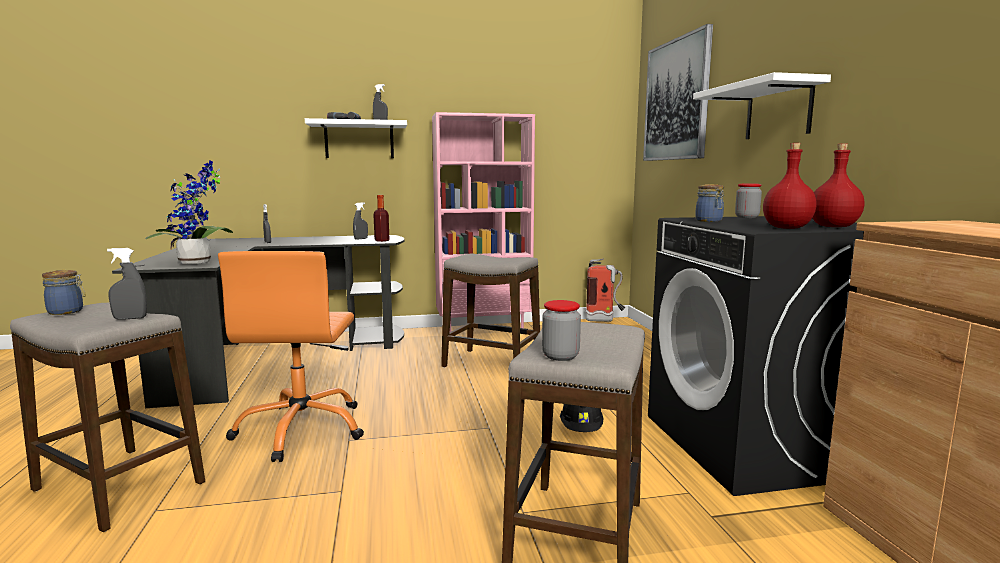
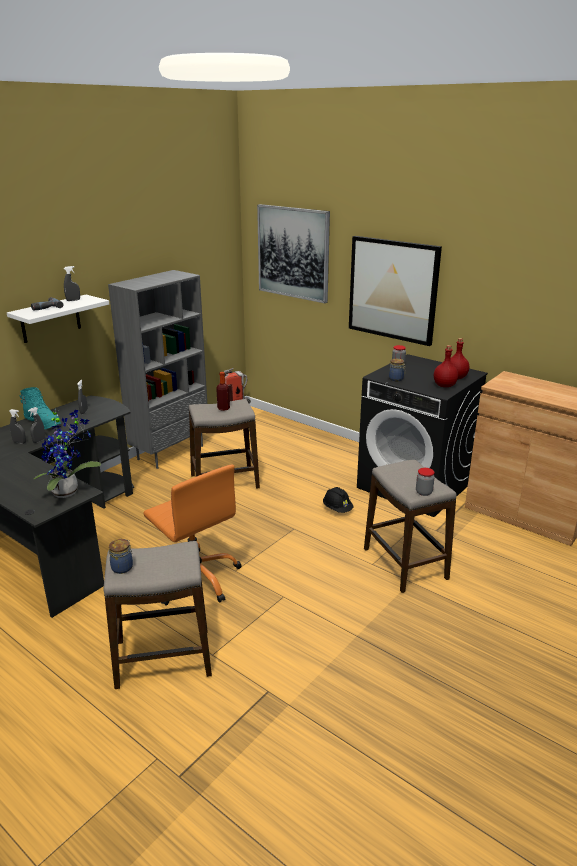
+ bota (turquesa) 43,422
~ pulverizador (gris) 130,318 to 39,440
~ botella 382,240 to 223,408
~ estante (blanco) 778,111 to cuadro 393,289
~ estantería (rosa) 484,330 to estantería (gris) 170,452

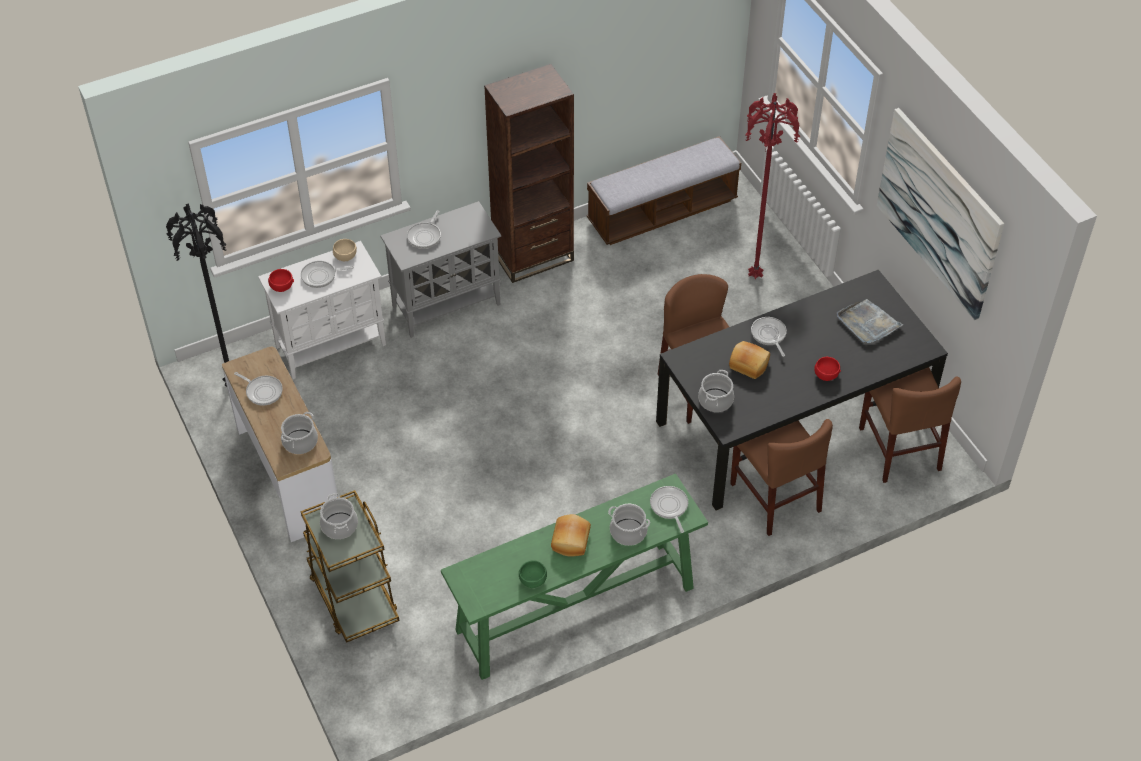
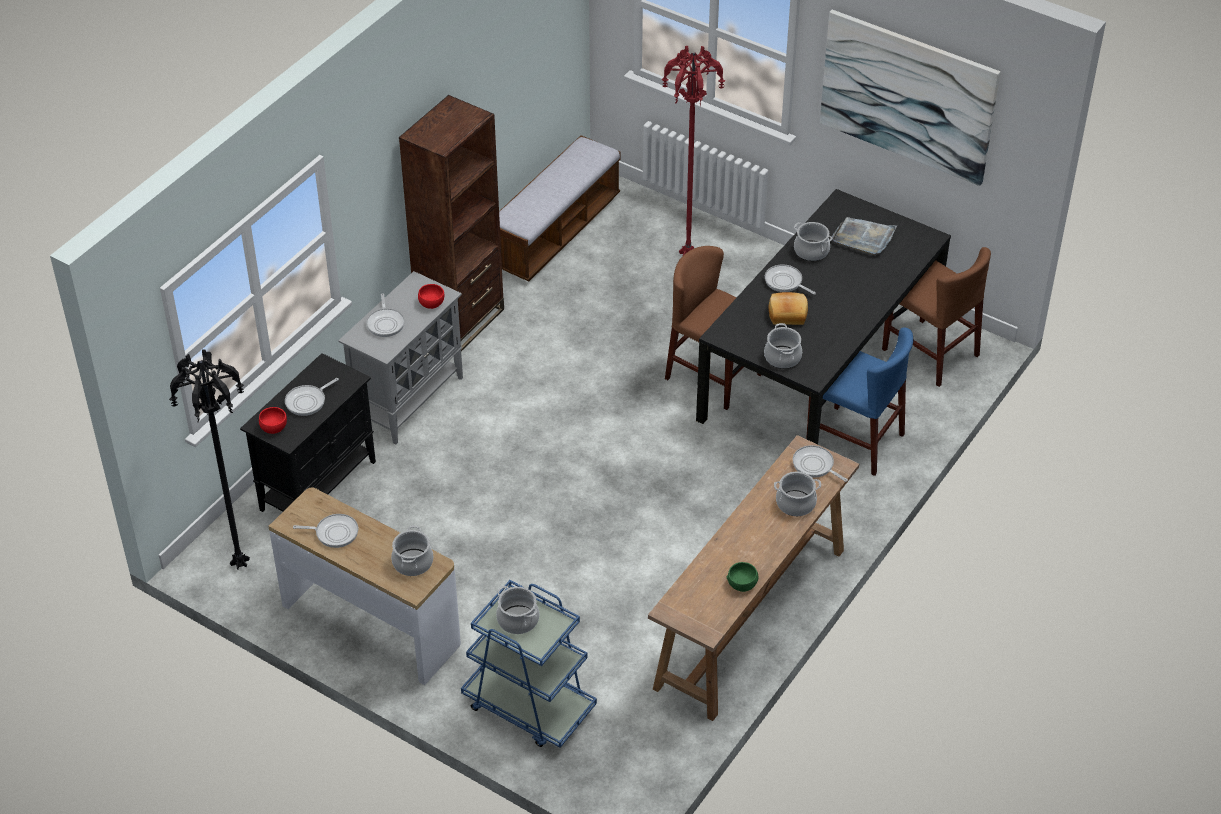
- cuenco (beis) 345,256
- pan 571,541
+ olla 811,251
~ cuenco (rojo) 826,374 to 431,303
~ armario (blanco) 331,345 to armario (negro) 319,485
~ carrito (marrón) 353,597 to carrito (azul) 528,706
~ mesa consola (verde) 574,610 to mesa consola (marrón) 750,619
~ silla (marrón) 775,497 to silla (azul) 854,440

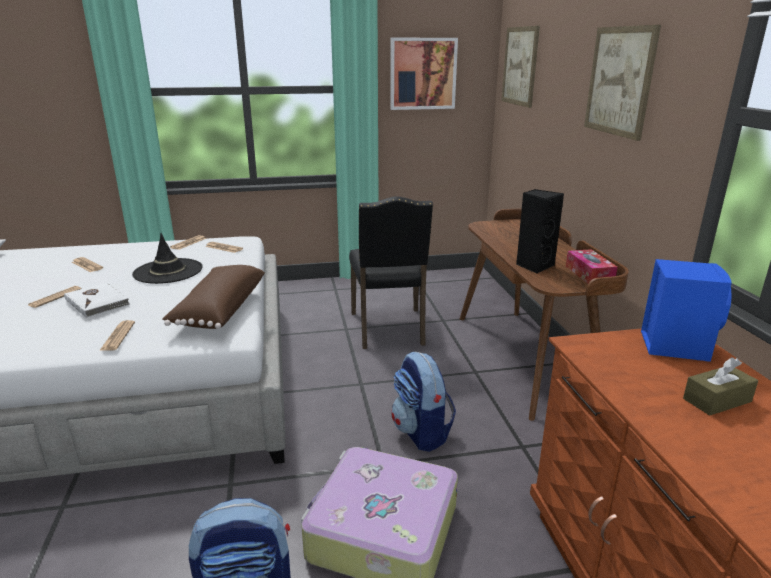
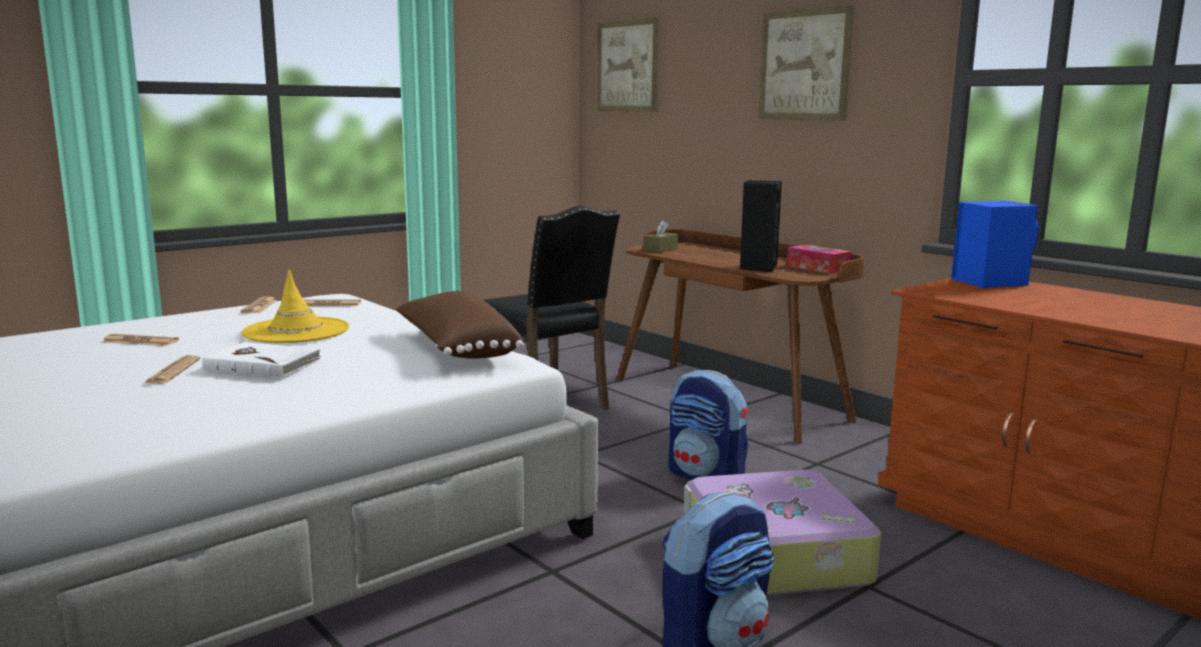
- periódico 118,336
- cuadro 423,74
~ caja de pañuelos (marrón) 717,400 to 660,250
~ sombrero (negro) 168,271 to sombrero (amarillo) 296,331

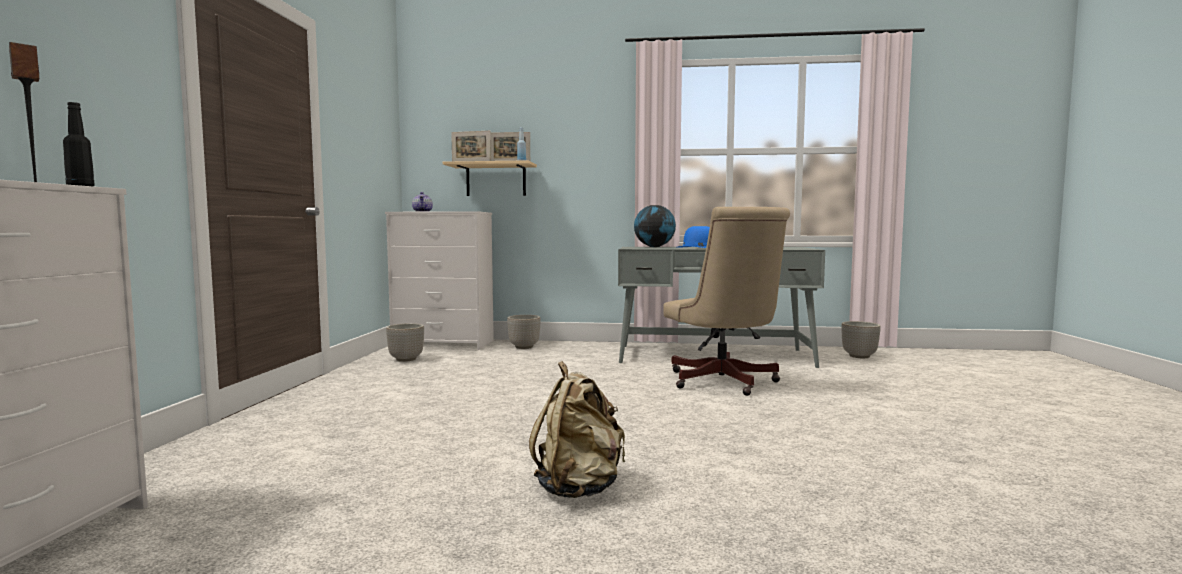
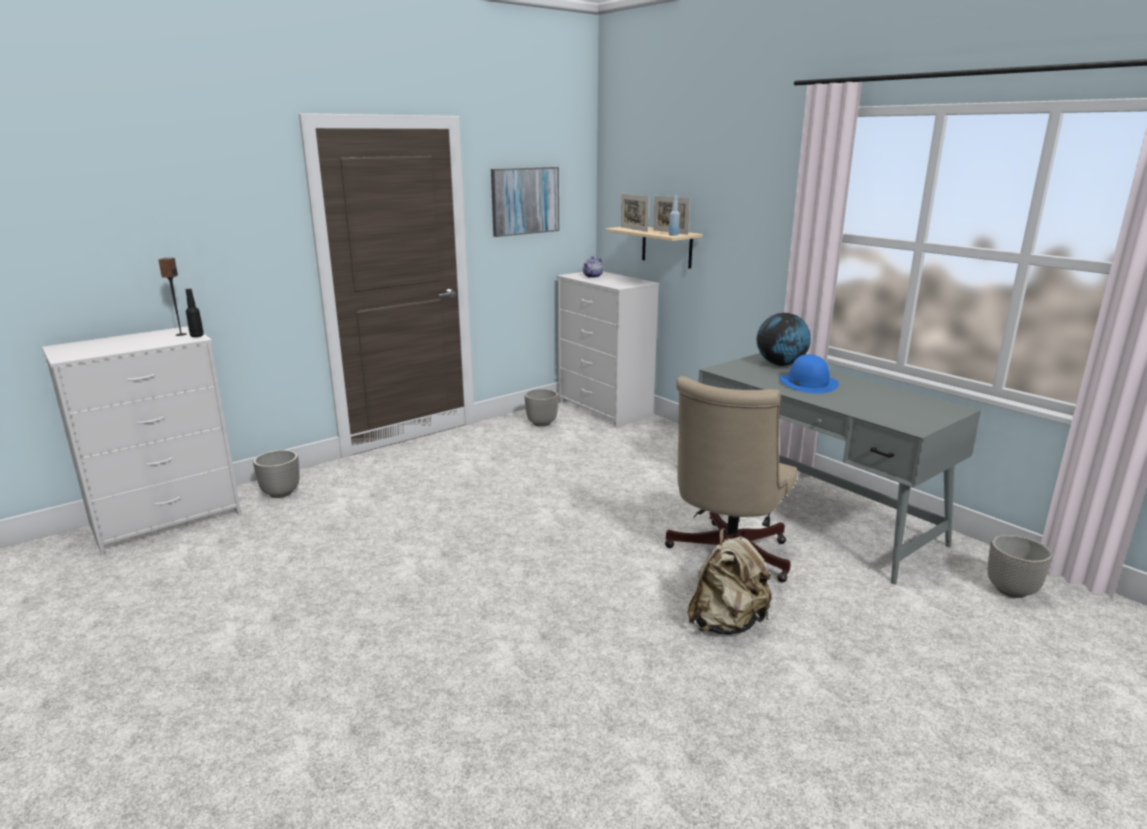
+ cuadro 525,201
~ maceta 524,347 to 281,493
~ mochila (beis) 579,488 to 726,623

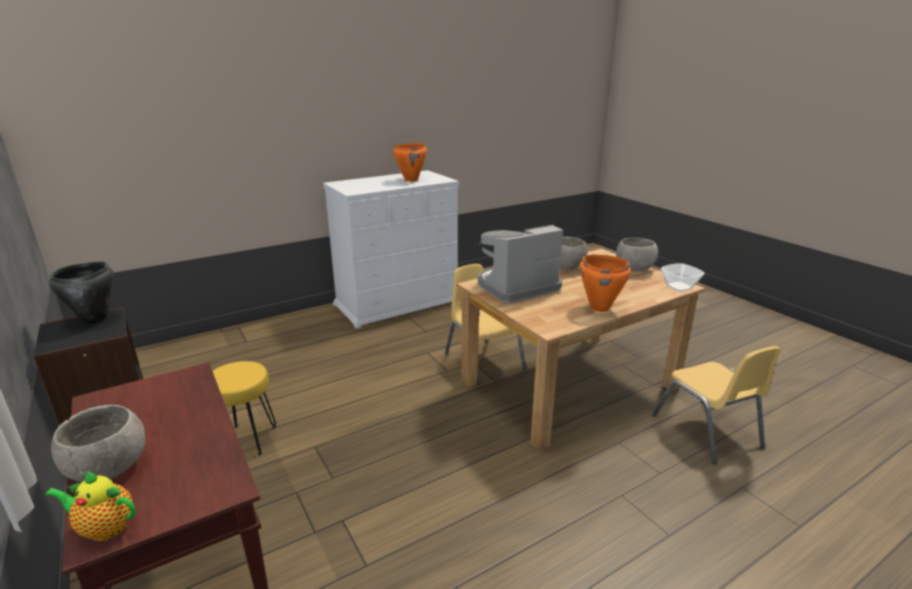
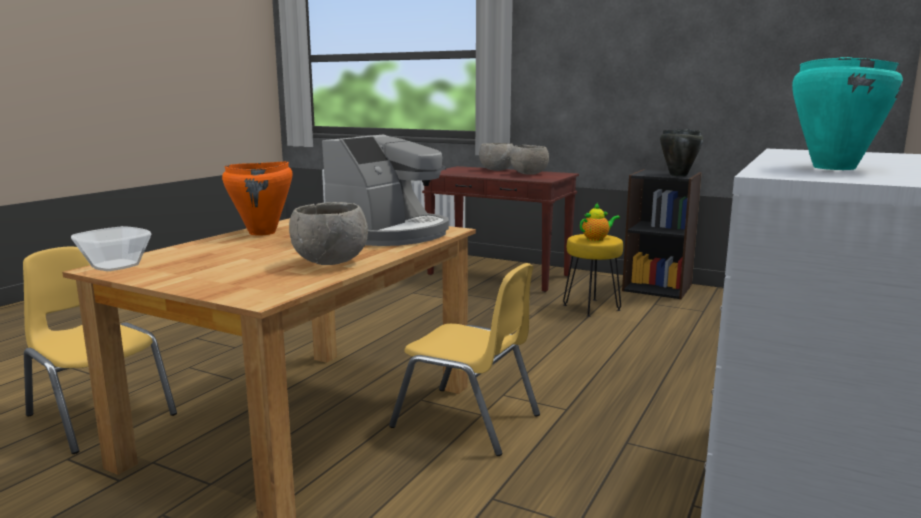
~ tetera 104,528 to 597,239
~ cuenco (gris) 634,269 to 529,174
~ olla (naranja) 411,180 to olla (turquesa) 833,168

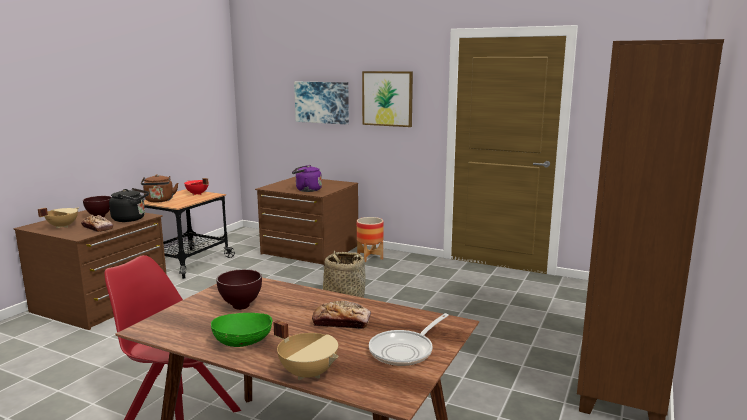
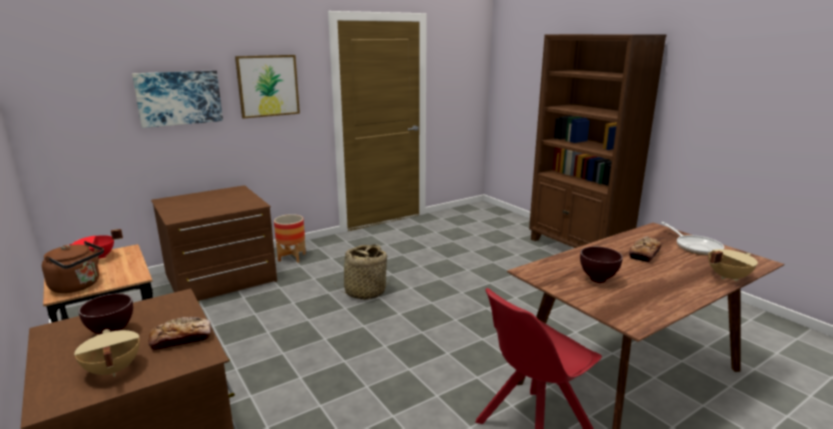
- hervidor (negro) 131,219
- cuenco (verde) 243,342
- hervidor (morado) 307,190

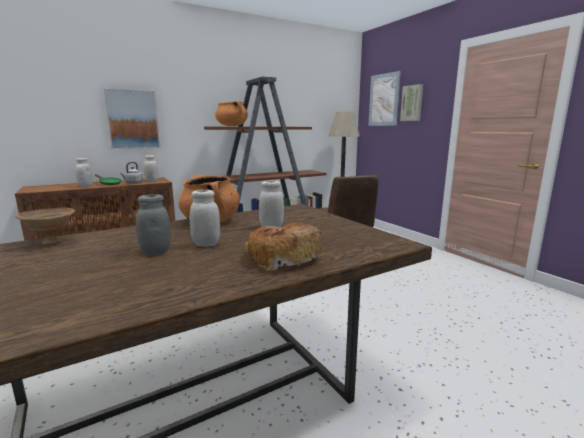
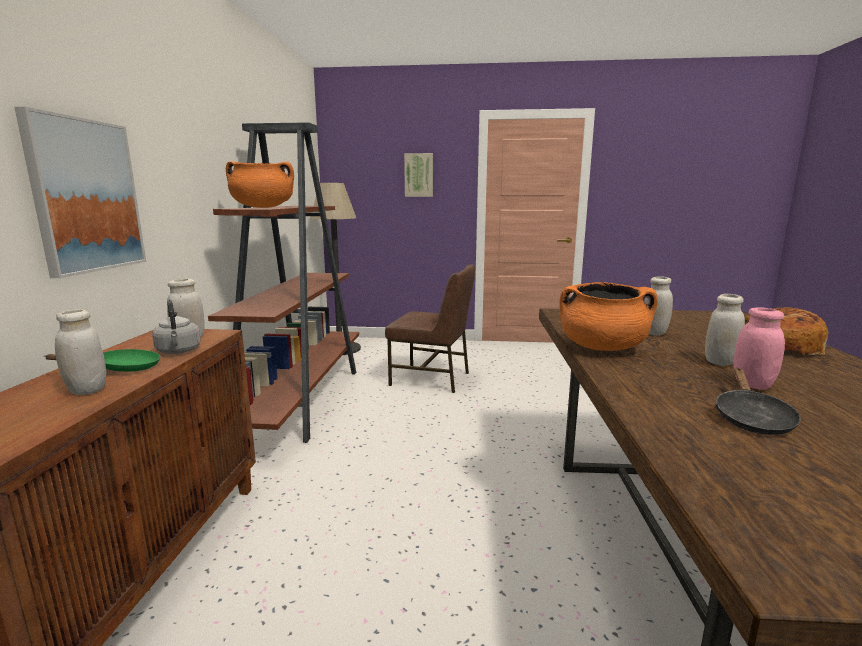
- cuenco (marrón) 50,242
- cuadro 384,100
+ sartén (negro) 751,418
~ tarro (gris) 156,252 to tarro (rosa) 752,384

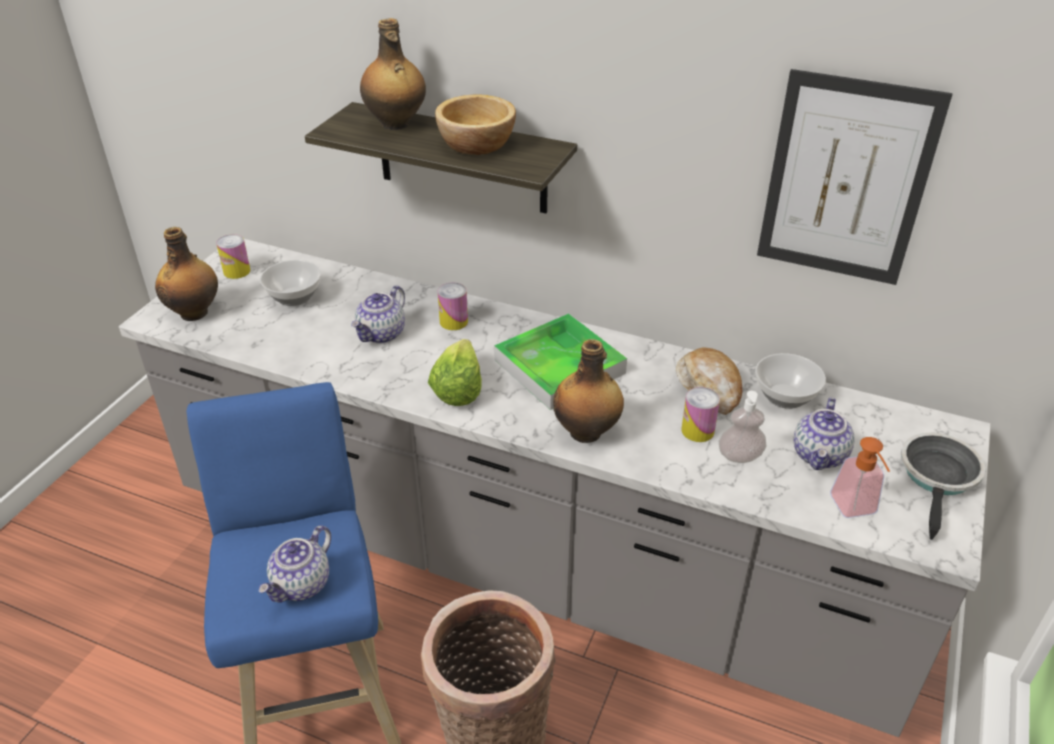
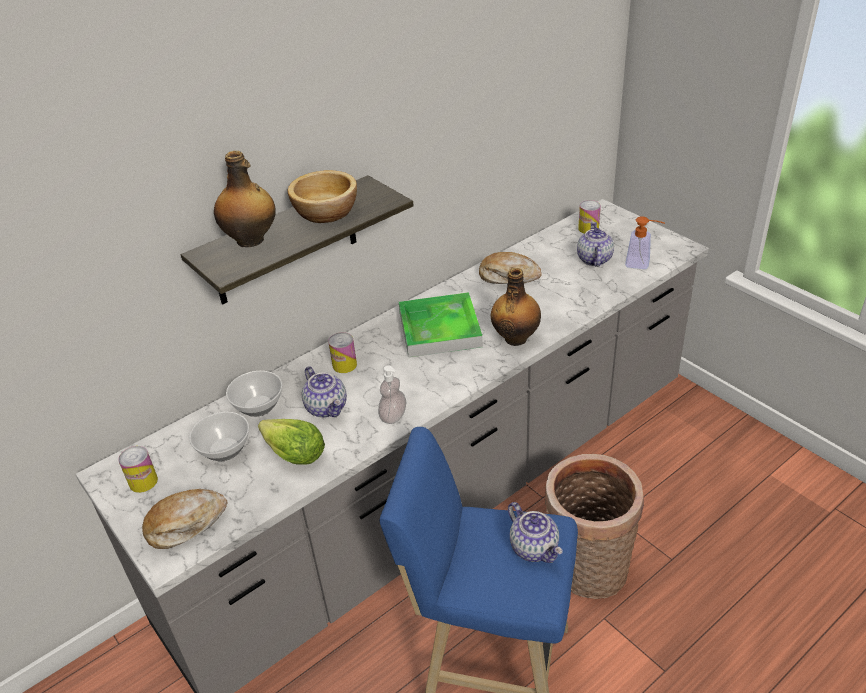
- cuadro 846,180
- sartén 938,478
~ lechuga 457,388 to 294,454
~ lata 697,431 to 588,229
~ dispensador de jabón 739,456 to 393,416
~ cuenco 784,396 to 257,406
~ botella 195,312 to pan 185,524
~ tetera 820,455 = 593,259 135 degrees counterclockwise

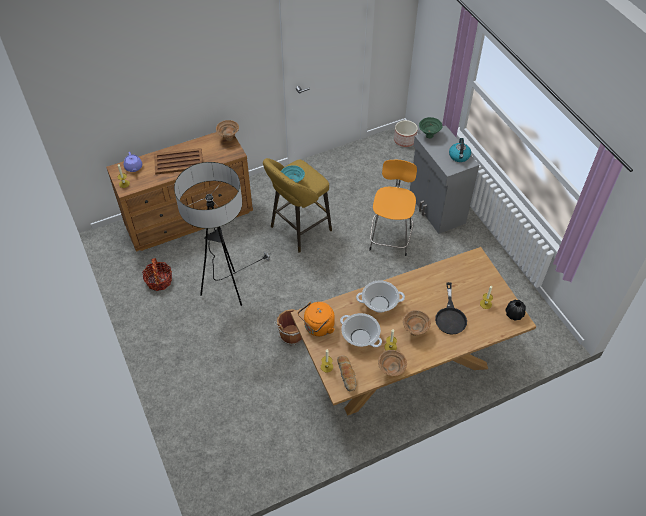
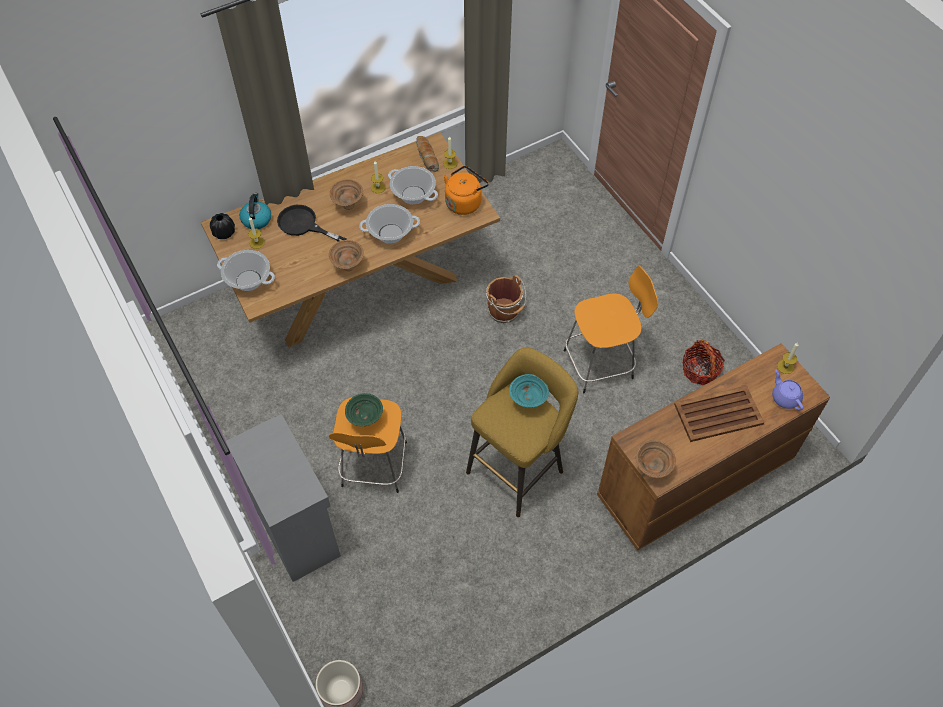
+ olla 248,280
~ cuenco (marrón) 390,371 to 348,267
~ cuenco (verde) 429,136 to 366,420
~ hervidor 459,156 to 256,219
~ lámpara de pie 228,290 to taburete (naranja) 601,363
~ sartén (negro) 450,316 = 303,225 60 degrees counterclockwise

